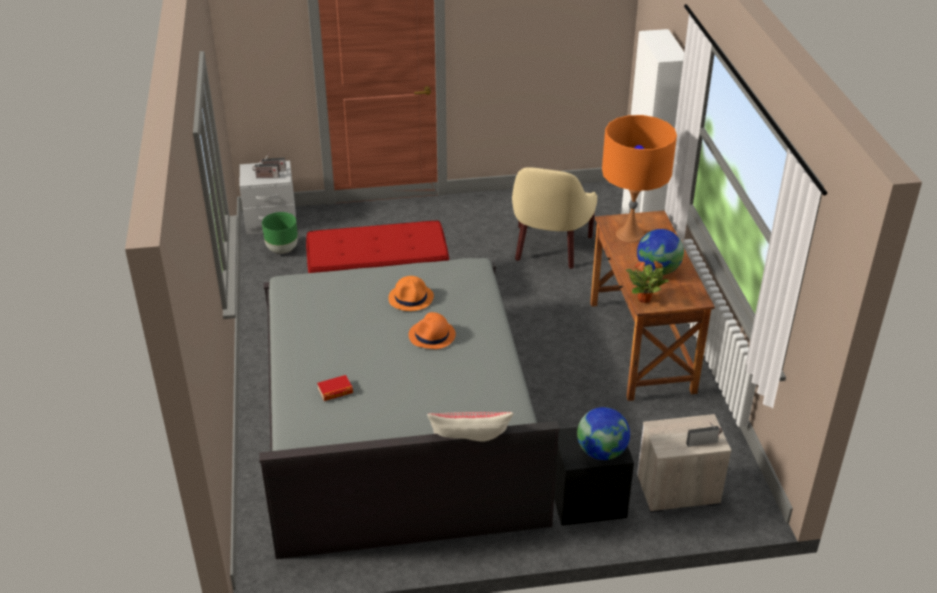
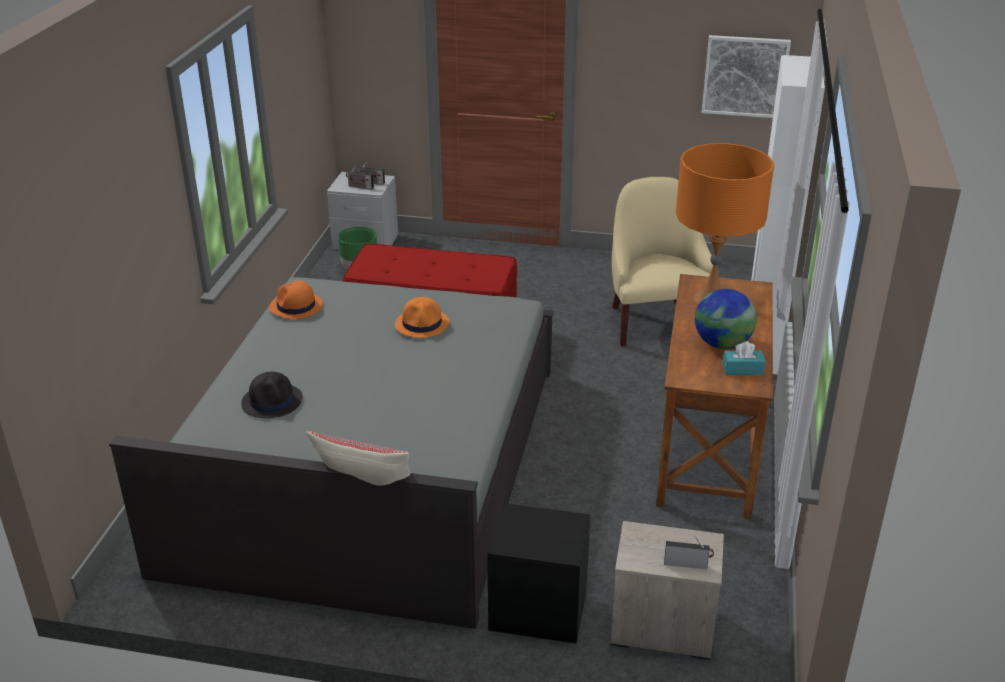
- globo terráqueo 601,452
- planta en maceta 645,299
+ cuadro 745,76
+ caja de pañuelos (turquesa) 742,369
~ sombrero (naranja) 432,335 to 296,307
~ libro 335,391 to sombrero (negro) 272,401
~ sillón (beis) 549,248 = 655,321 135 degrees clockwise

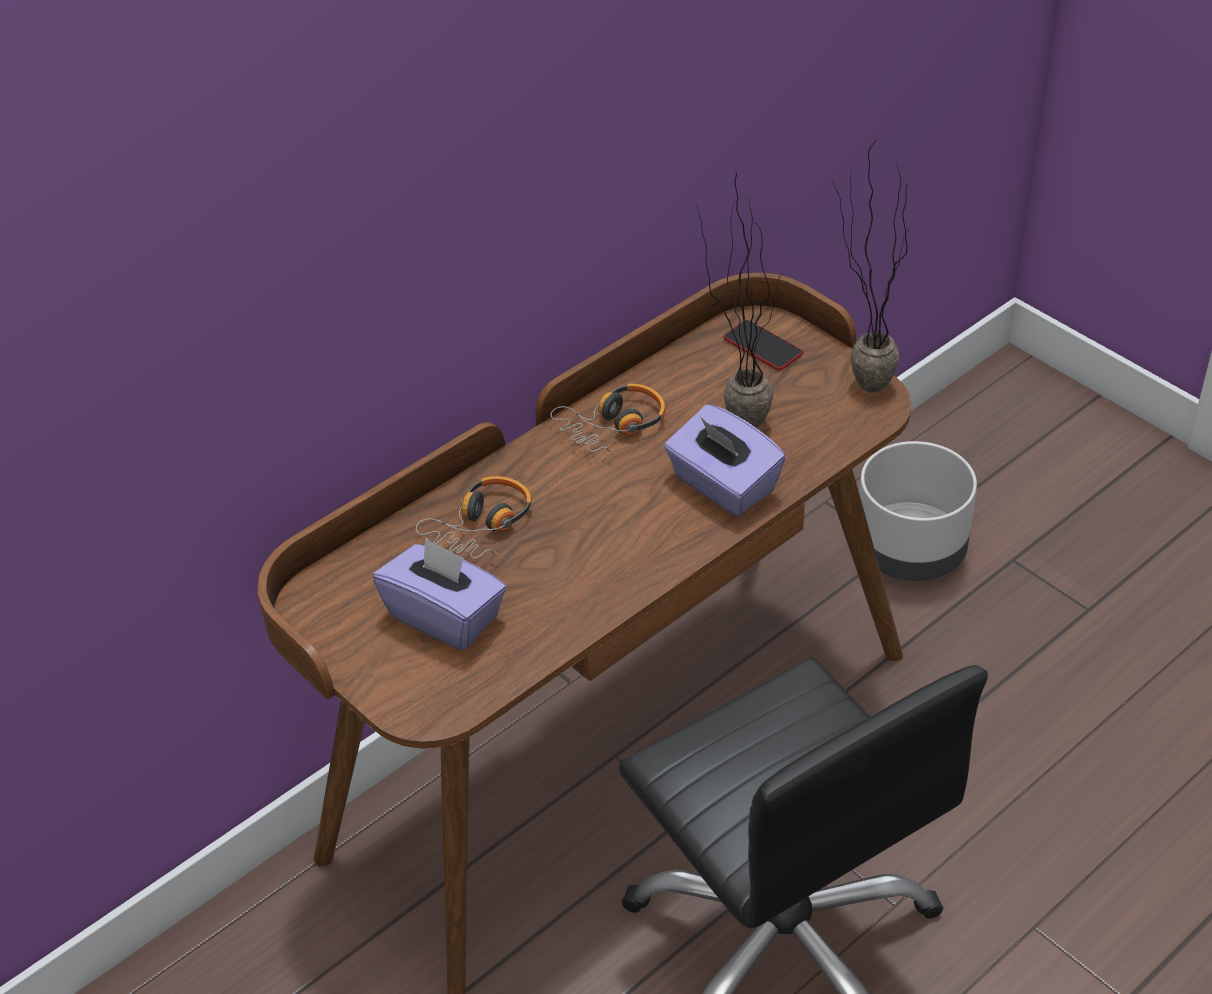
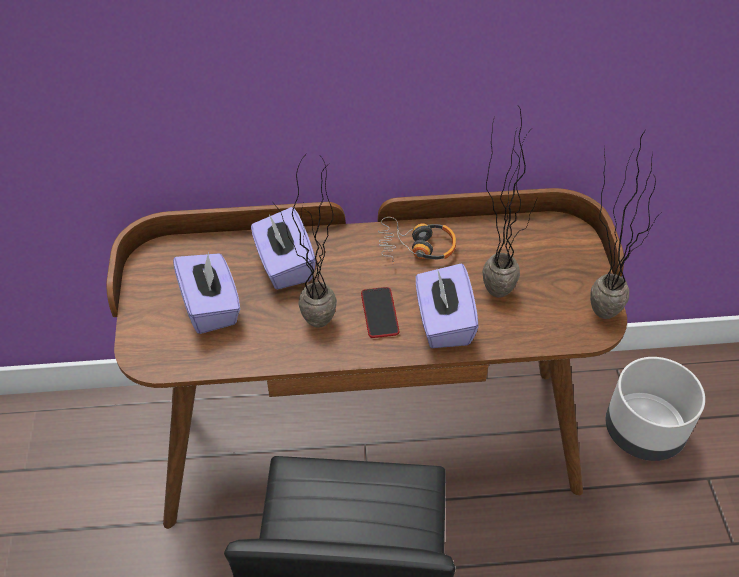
+ planta en maceta 313,329
~ móvil 762,346 to 379,313
~ auriculares 482,526 to caja de pañuelos (morado) 284,265

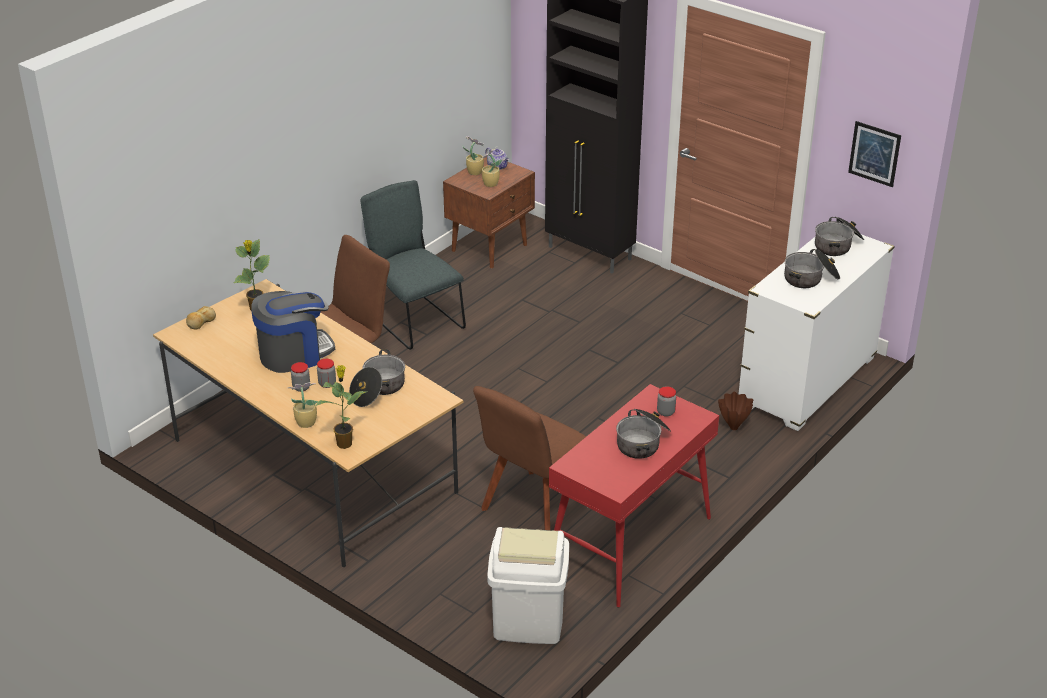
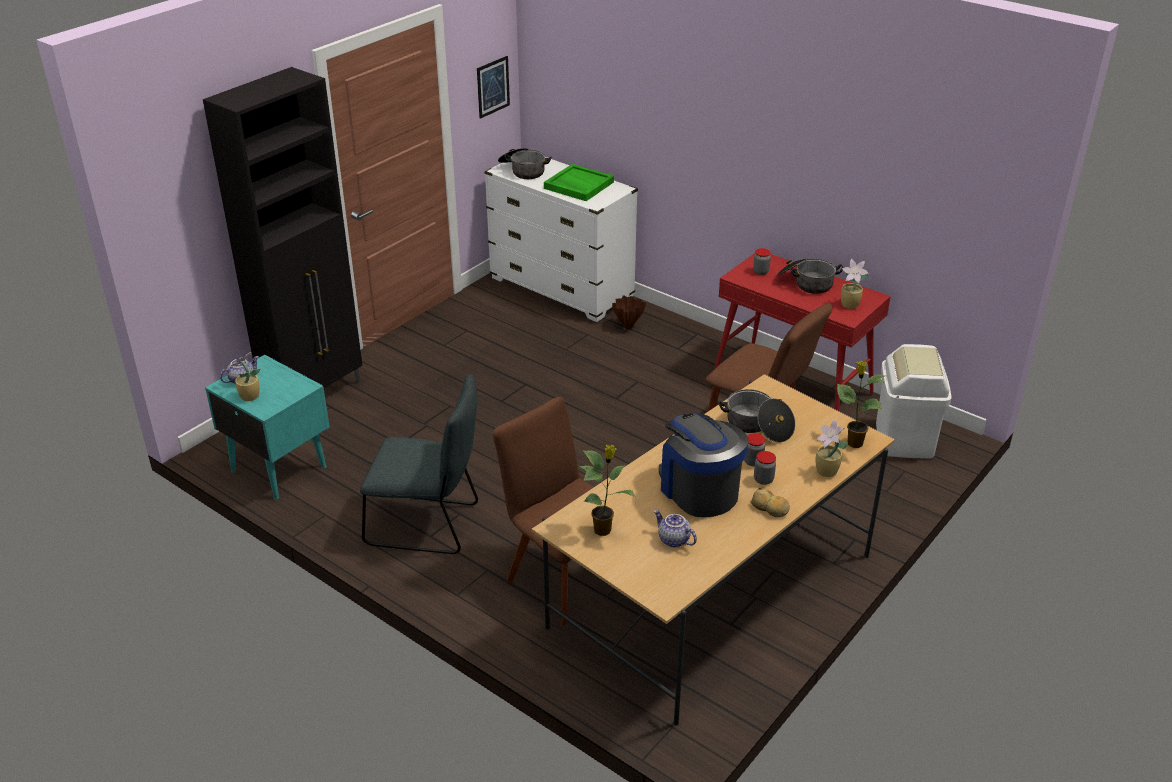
+ tetera 673,540
~ pan 200,322 to 770,508
~ planta en maceta 490,184 to 850,305
~ olla 810,278 to bandeja (verde) 578,185
~ mesita de noche (marrón) 490,247 to mesita de noche (turquesa) 278,468
~ silla (gris) 414,320 = 428,525 135 degrees counterclockwise

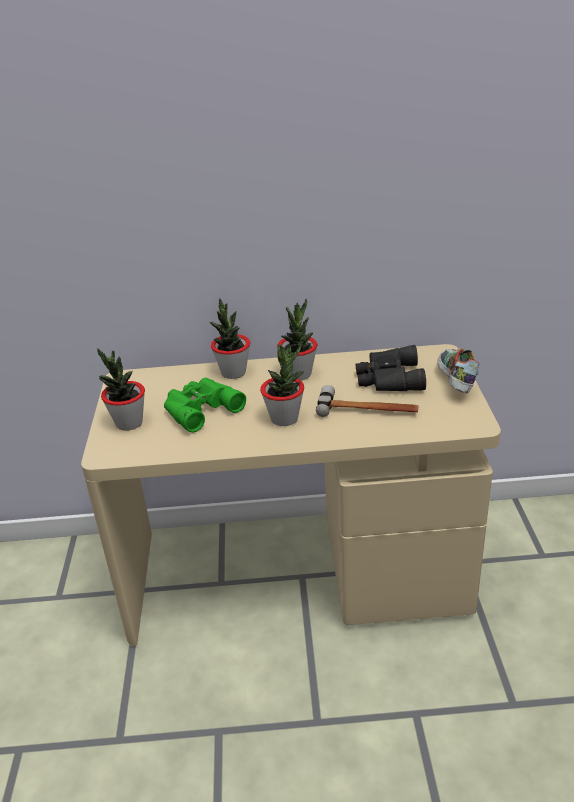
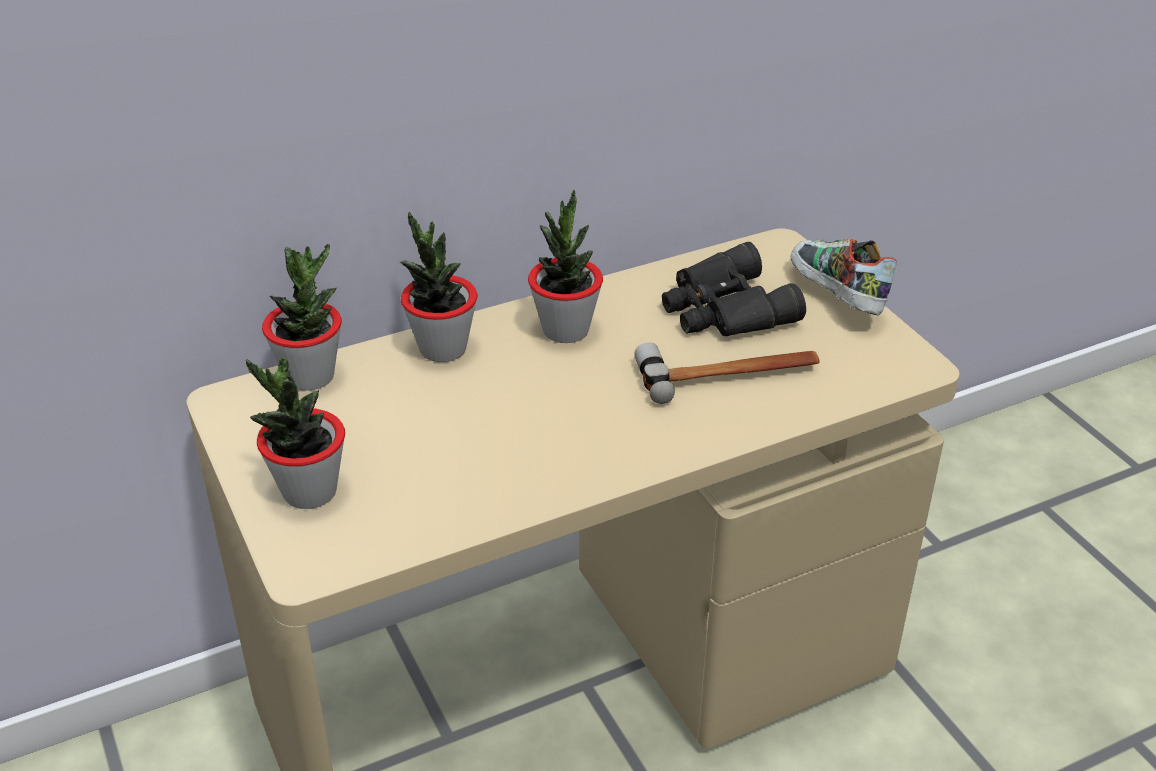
- prismáticos (verde) 199,408
~ planta en maceta 284,419 to 310,376

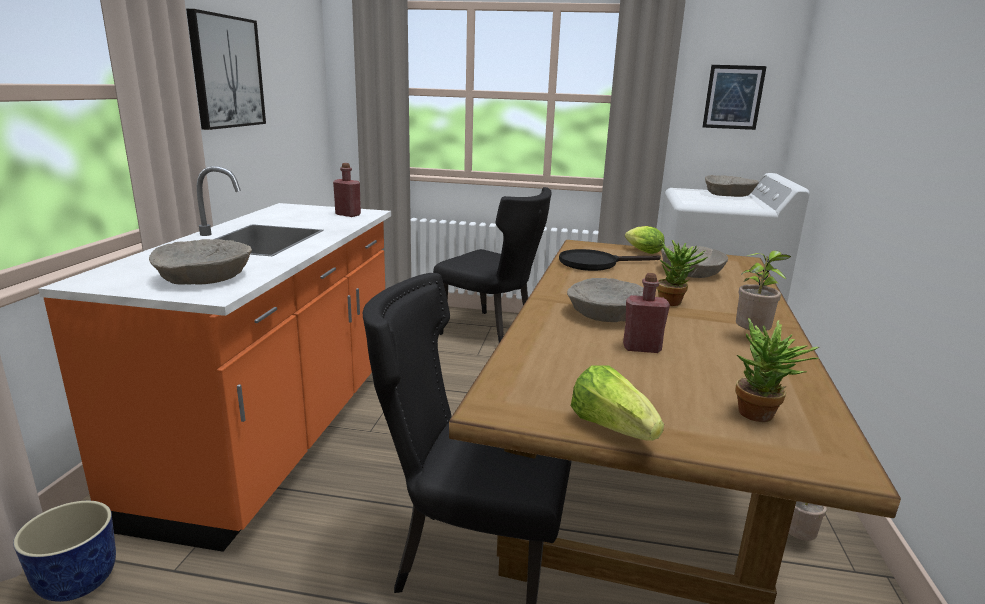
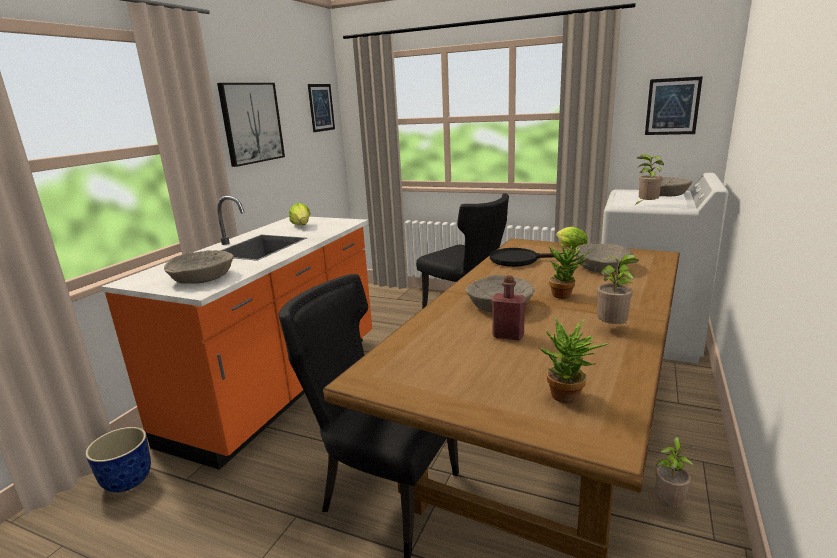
- botella (rojo) 348,214
+ cuadro 321,107
+ planta en maceta 646,205
~ lechuga 611,427 to 302,226

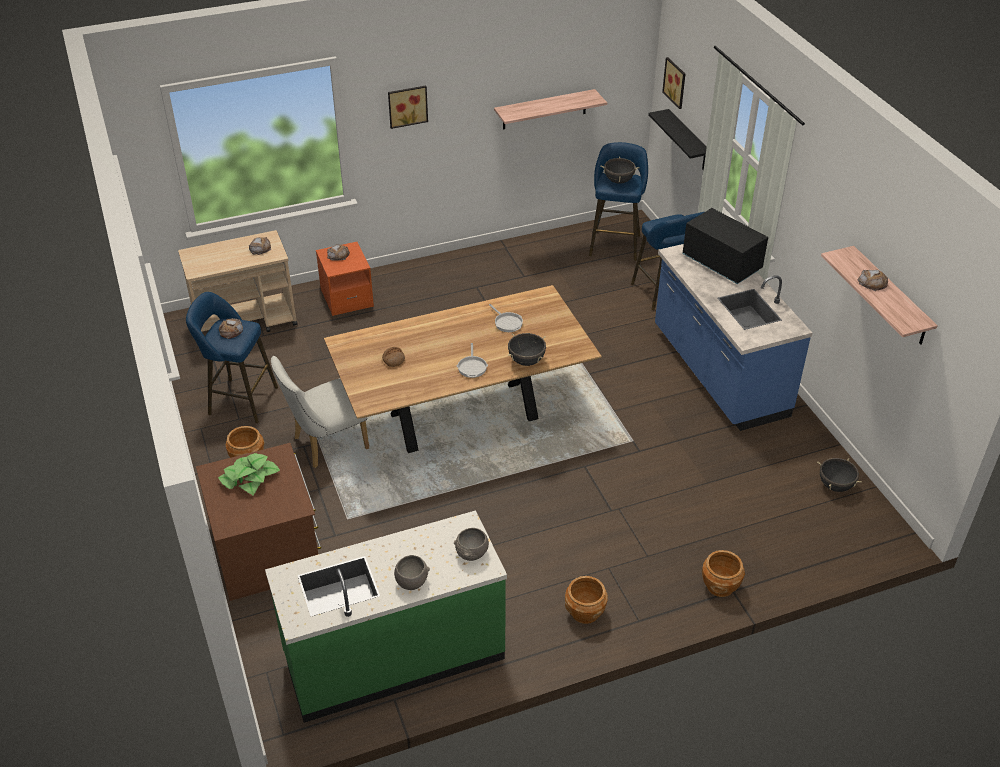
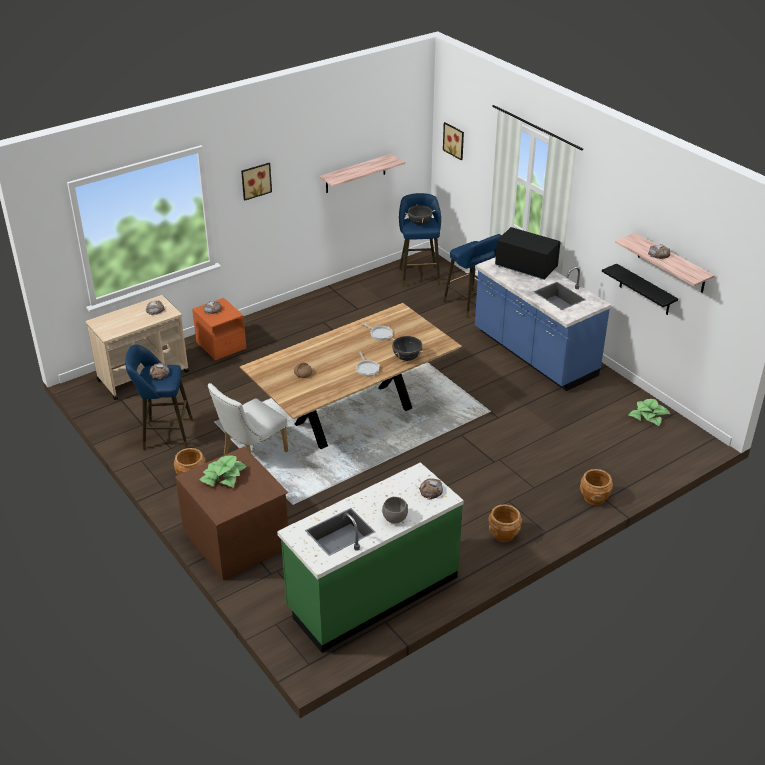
~ estante (negro) 688,141 to 645,290
~ cuenco (gris) 472,553 to pan 431,491
~ olla (negro) 835,486 to planta en maceta 648,416

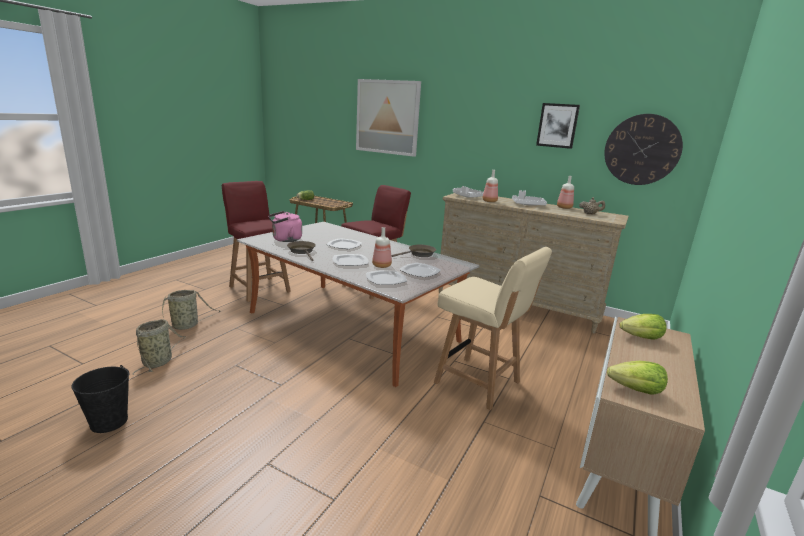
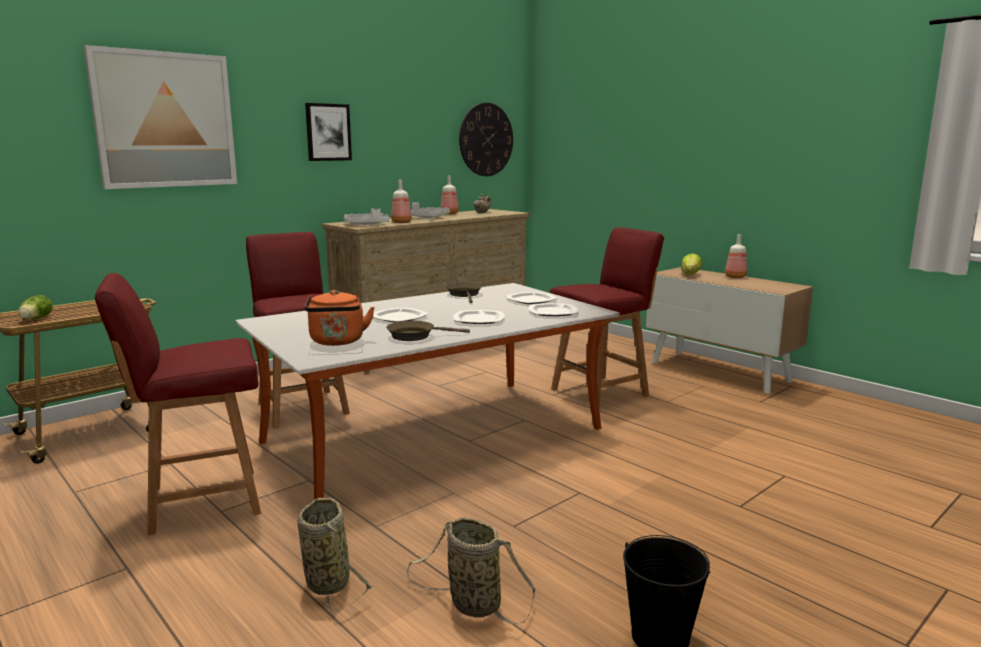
- lechuga 636,390
~ botella 382,266 to 735,277
~ cuadro 557,125 to 328,132
~ hervidor (rosa) 285,239 to hervidor (naranja) 337,342
~ silla (beis) 479,383 to silla (rojo) 601,392

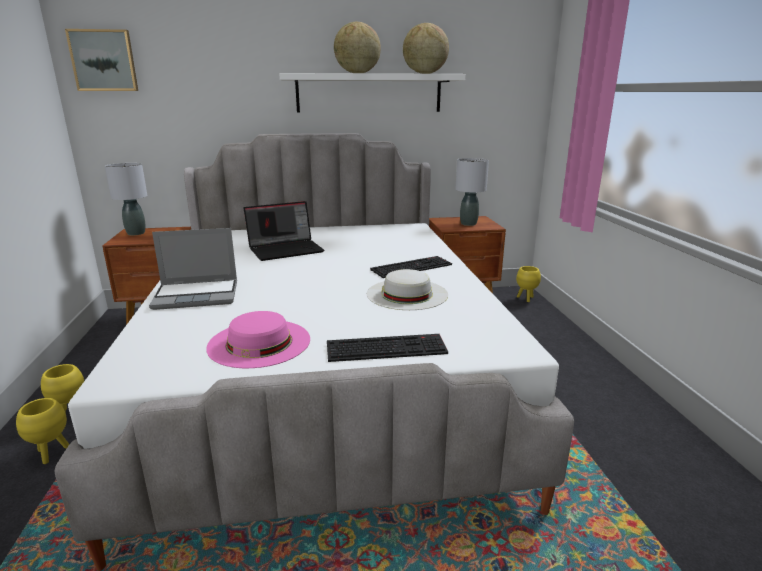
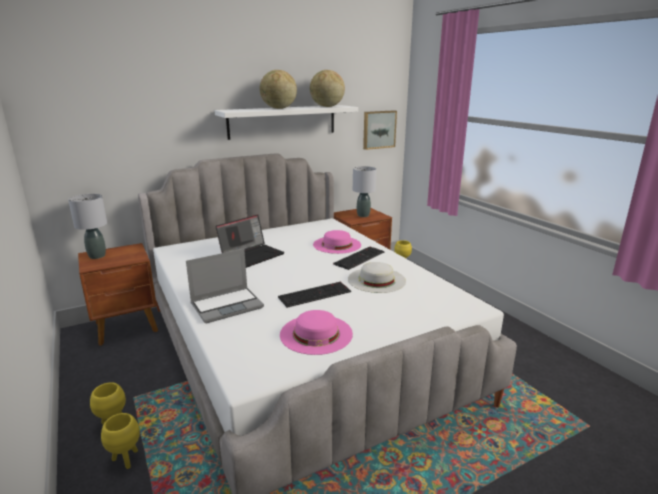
+ sombrero (rosa) 337,244
~ cuadro 104,61 to 378,129
~ teclado 387,347 to 315,294

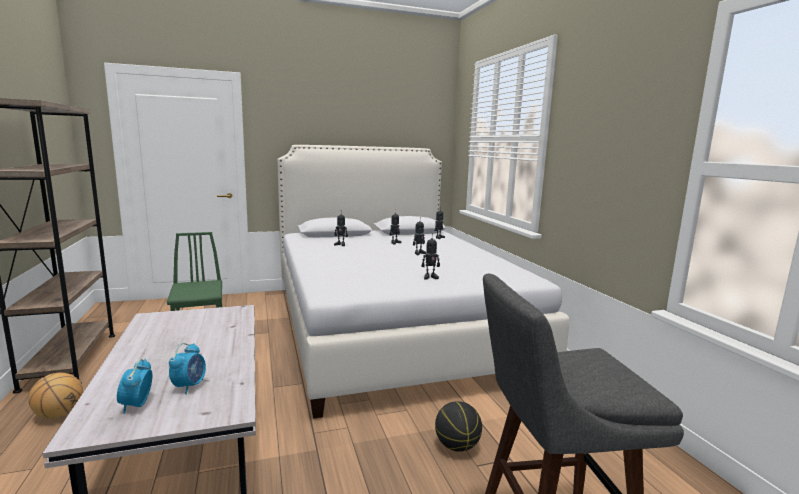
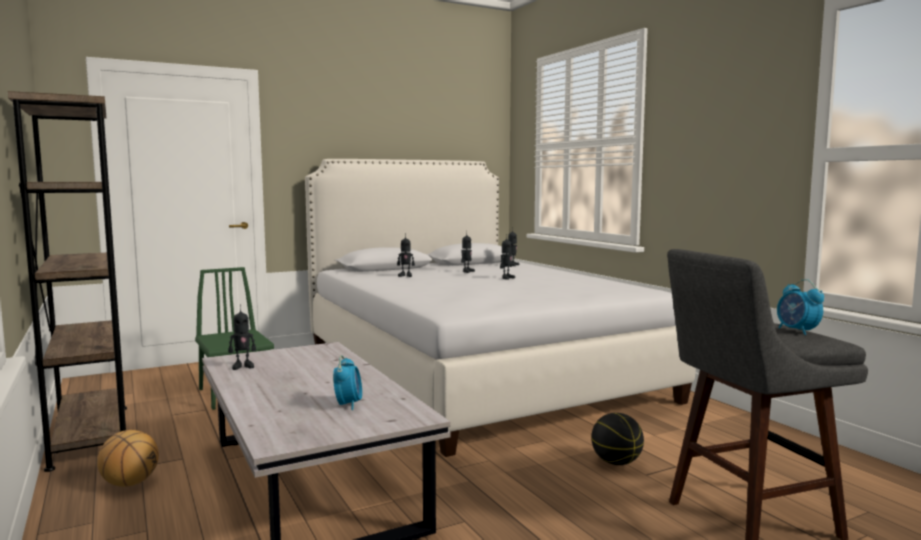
~ despertador 136,405 to 797,331
~ robot de juguete 430,277 to 243,366

